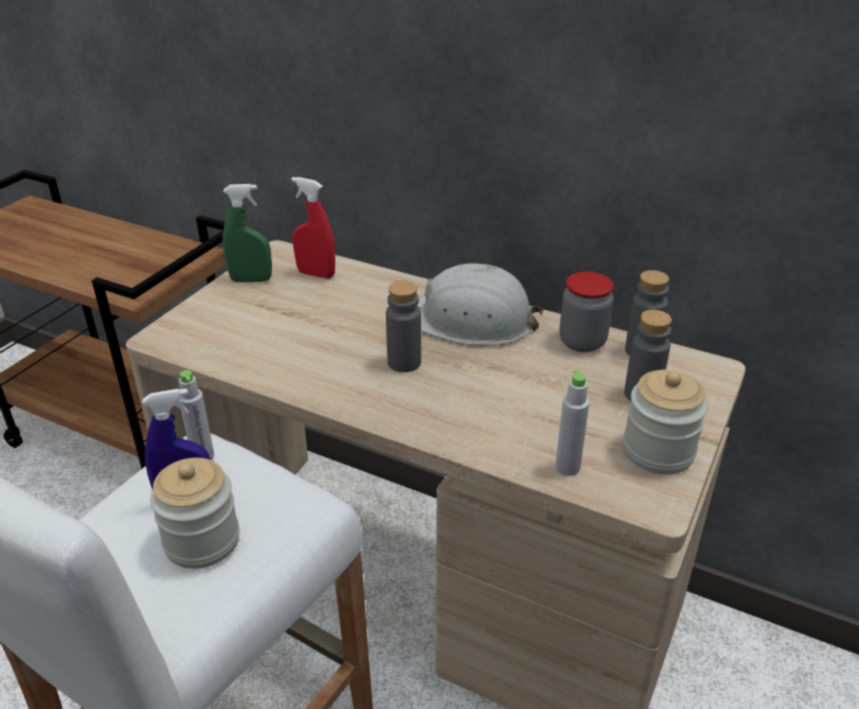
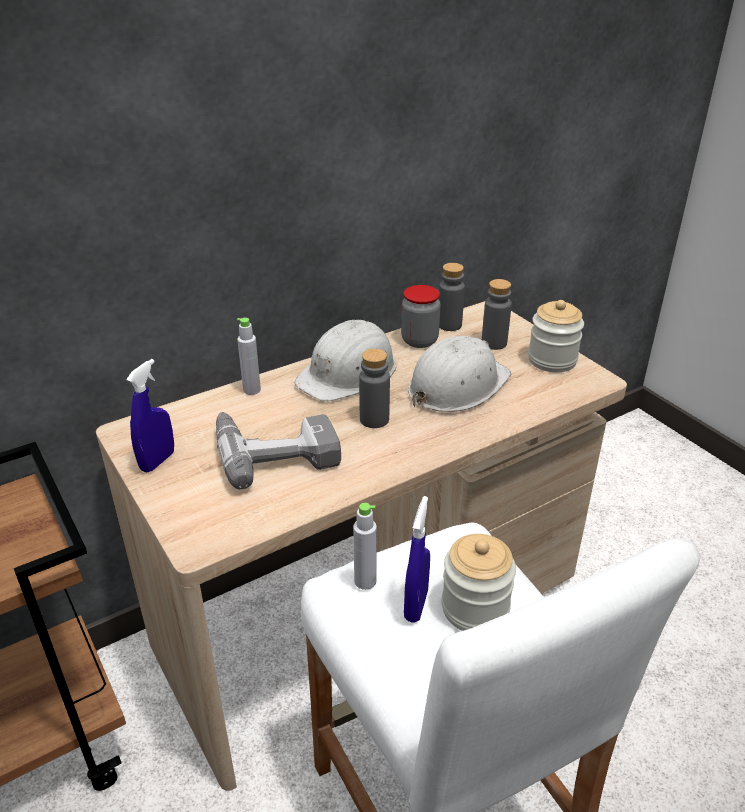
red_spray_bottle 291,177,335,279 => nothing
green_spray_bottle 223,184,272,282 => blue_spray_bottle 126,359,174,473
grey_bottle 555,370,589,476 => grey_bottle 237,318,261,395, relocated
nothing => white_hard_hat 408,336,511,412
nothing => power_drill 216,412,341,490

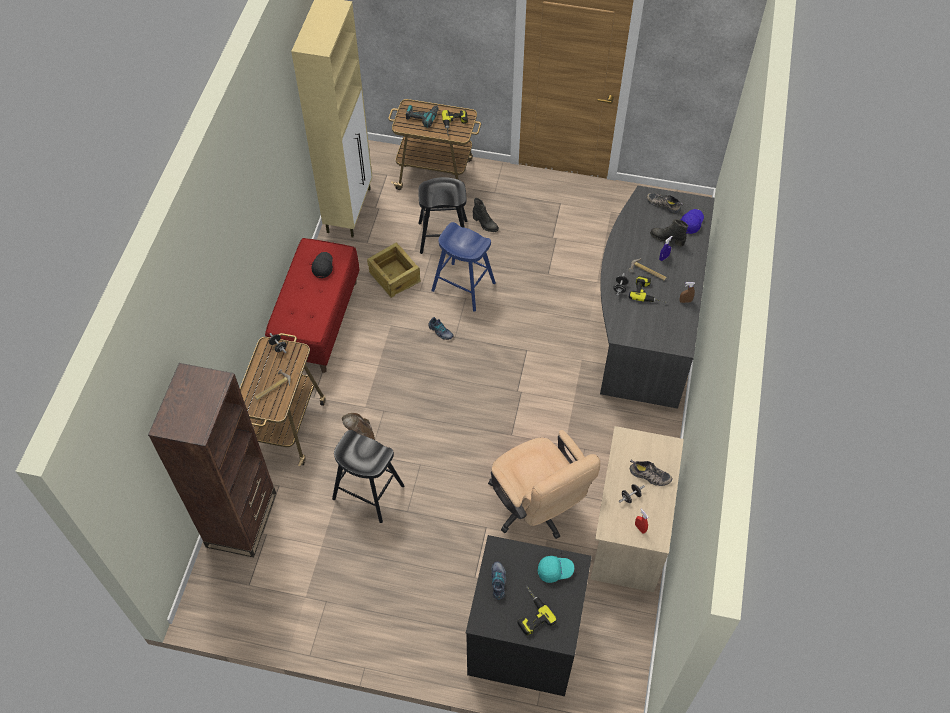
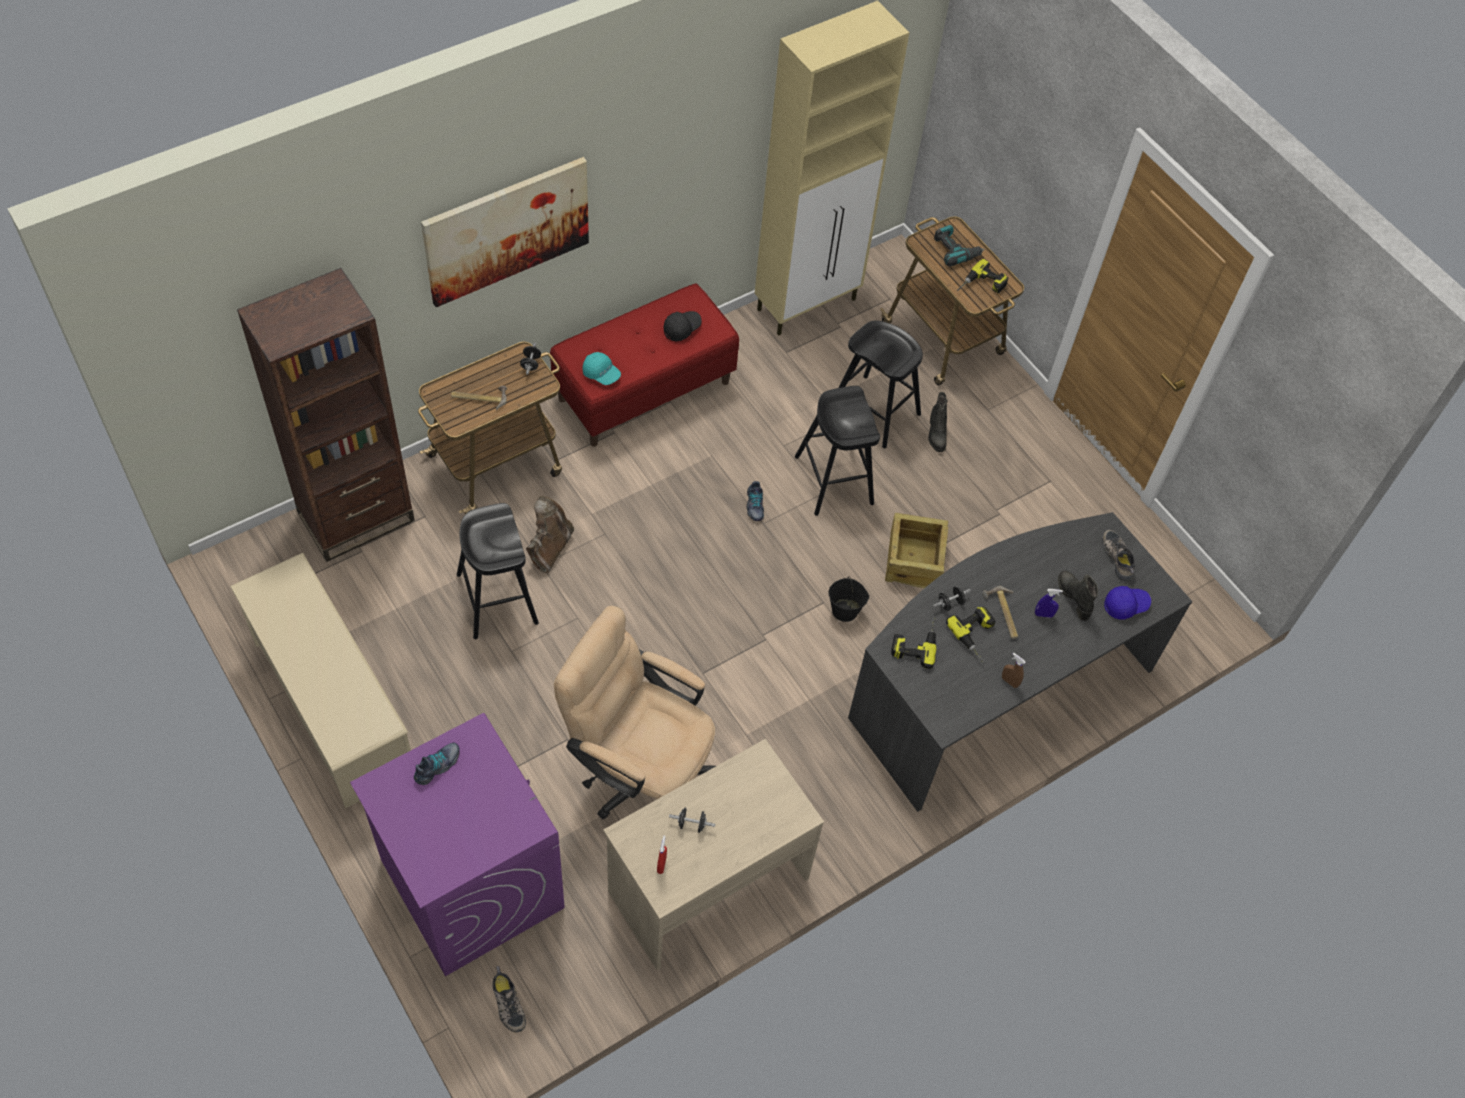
blue_stool 431,222,496,312 => black_stool 795,386,880,516
crate 367,243,421,298 => crate 885,513,948,588, relocated
beige_office_chair 488,430,600,539 => beige_office_chair 554,606,716,819, 105 degrees clockwise
shoe 630,460,672,486 => shoe 492,966,526,1032, relocated
black_washing_machine 466,535,592,696 => purple_washing_machine 350,713,565,976
turquoise_cap 538,556,574,583 => turquoise_cap 583,352,621,385, relocated
power_drill 517,586,557,636 => power_drill 891,616,936,669, relocated
nothing => picture 421,157,589,307
nothing => beige_shoe_rack 230,553,411,808
nothing => black_bucket 828,577,869,622

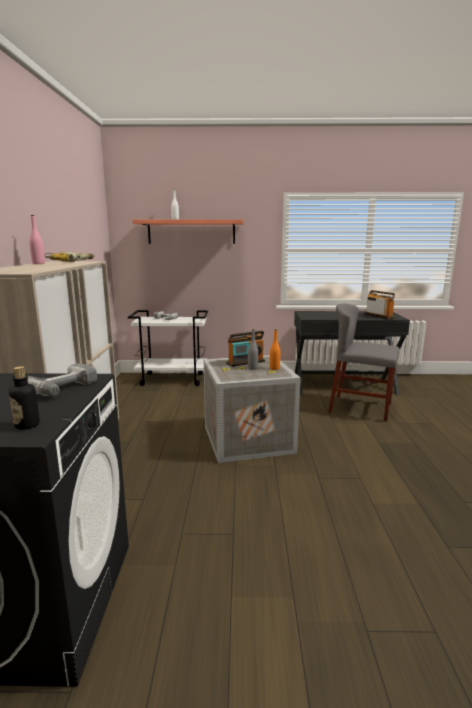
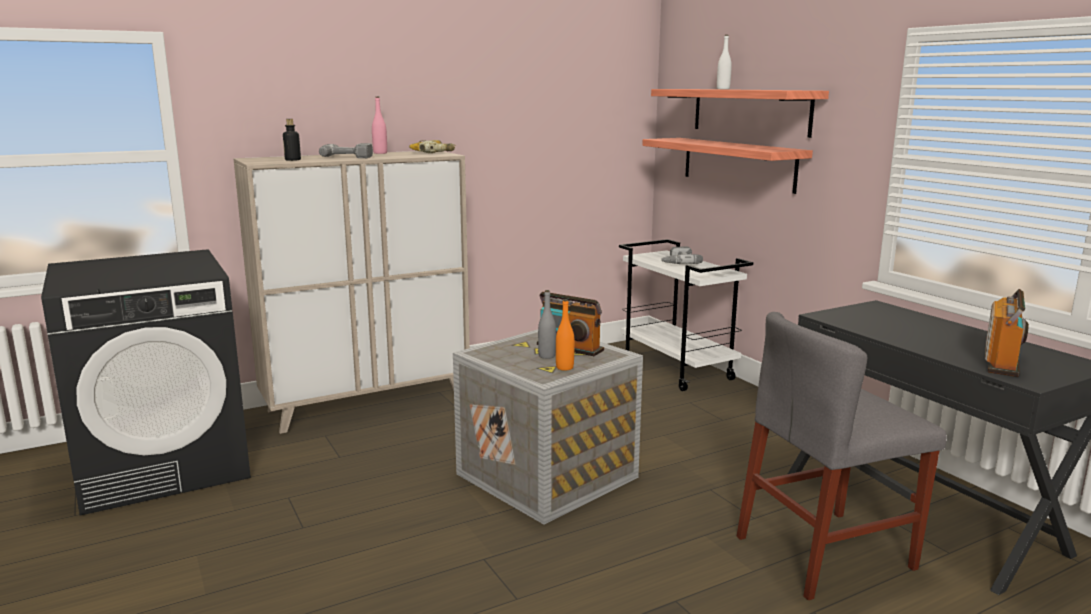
grey_chair 328,304,400,422 => grey_chair 737,312,947,600, 105 degrees counterclockwise
power_drill 27,363,97,397 => power_drill 319,143,373,158, relocated
bottle 9,366,40,430 => bottle 283,119,301,161, relocated
nothing => shelf 642,138,813,194

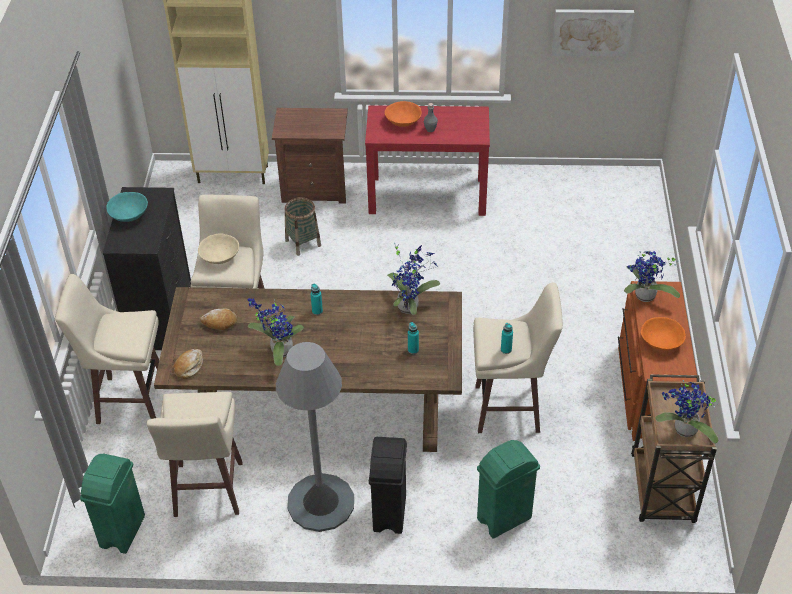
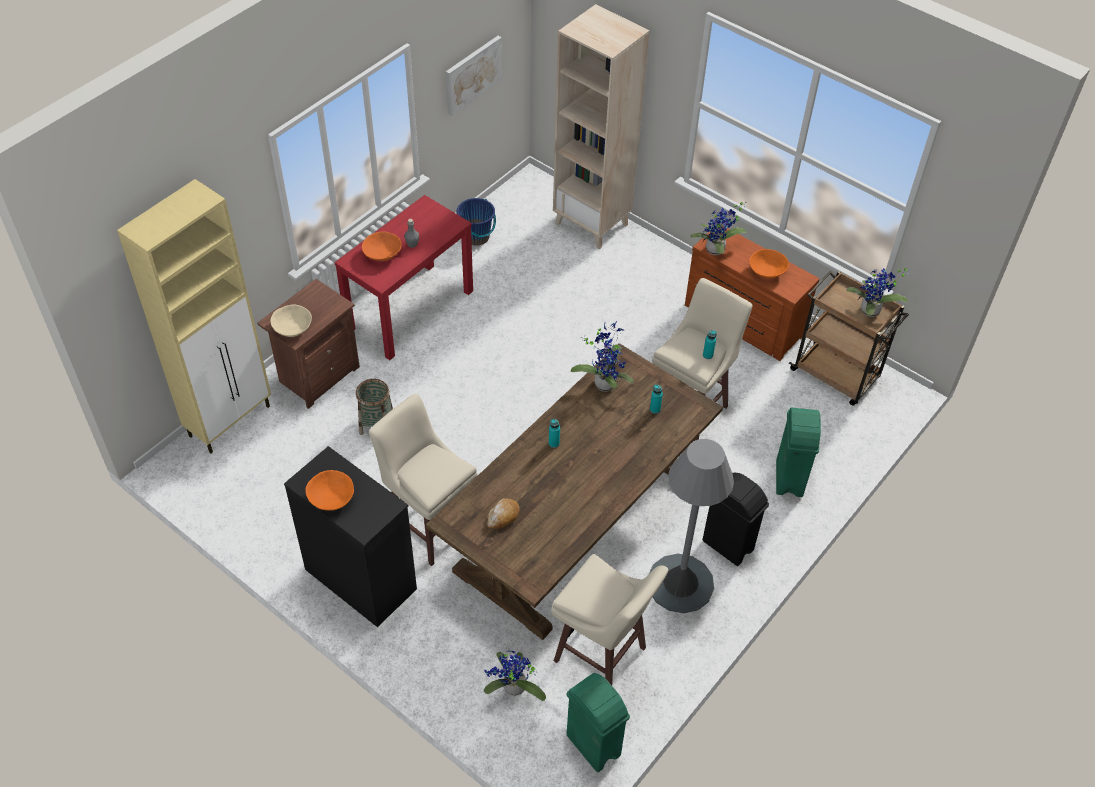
turquoise_bowl 106,192,148,222 => orange_bowl 305,470,354,511
beige_bowl 198,233,239,264 => beige_bowl 271,305,312,337, relocated
beige_stool 55,274,159,424 => nothing
potted_plant 247,298,304,366 => potted_plant 484,650,546,701, relocated
bread 173,349,203,379 => nothing
nothing => beige_bookcase 553,4,650,249
nothing => blue_bucket 456,198,496,246

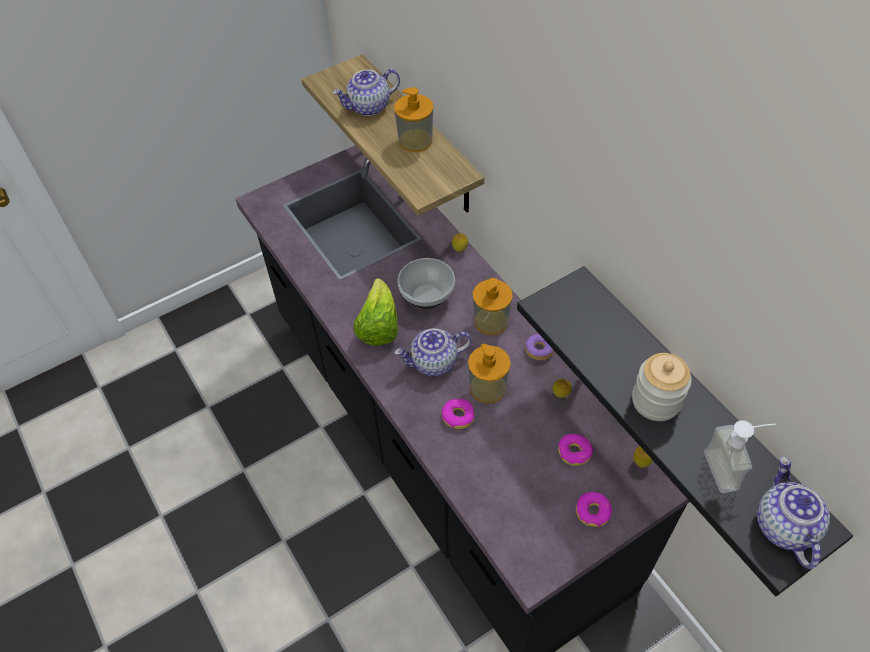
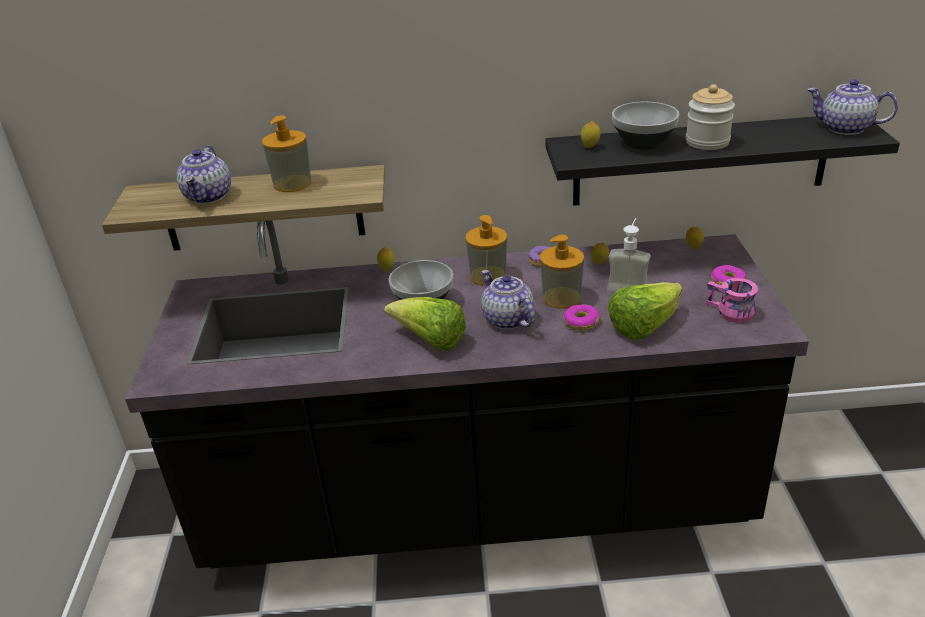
teapot 394,328,472,376 => teapot 481,270,535,330, 135 degrees clockwise
soap_dispenser 704,420,776,493 => soap_dispenser 607,218,651,292, relocated
donut 558,434,593,466 => nothing
nothing => bowl 612,101,679,150
nothing => lemon 581,121,600,148
nothing => pink_mug 706,278,758,323
nothing => lettuce 608,282,682,340

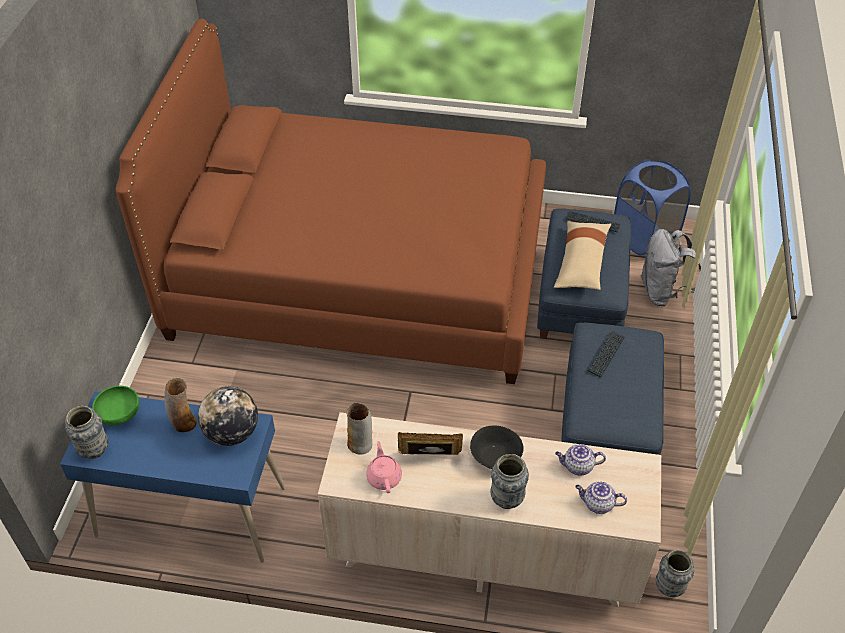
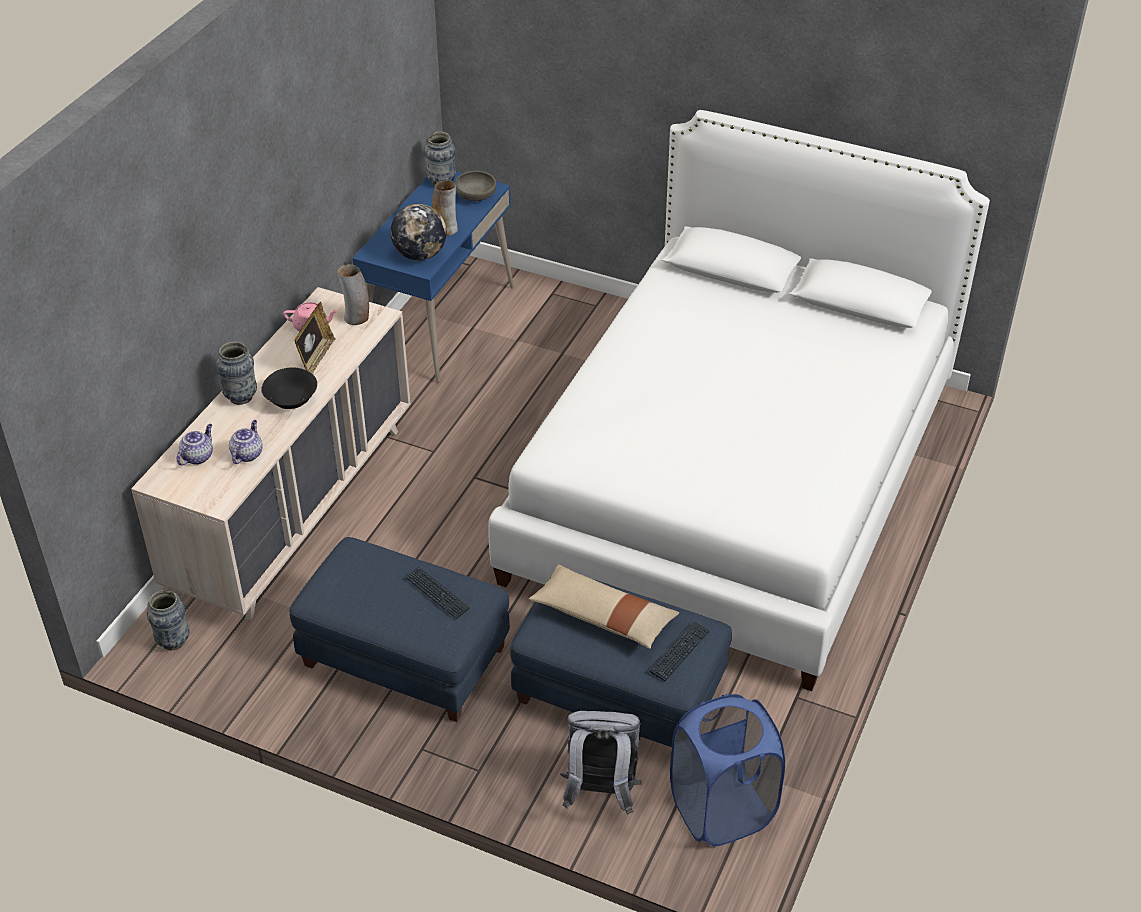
brown_bed 116,19,546,384 => white_bed 488,110,990,691
green_bowl 92,386,139,426 => grey_bowl 455,171,496,201

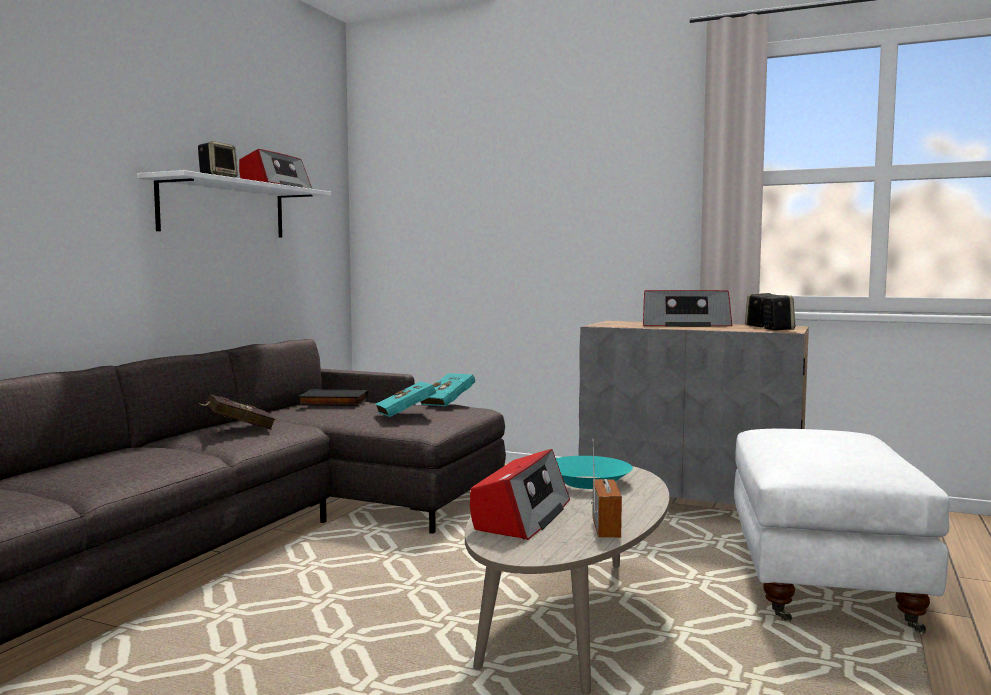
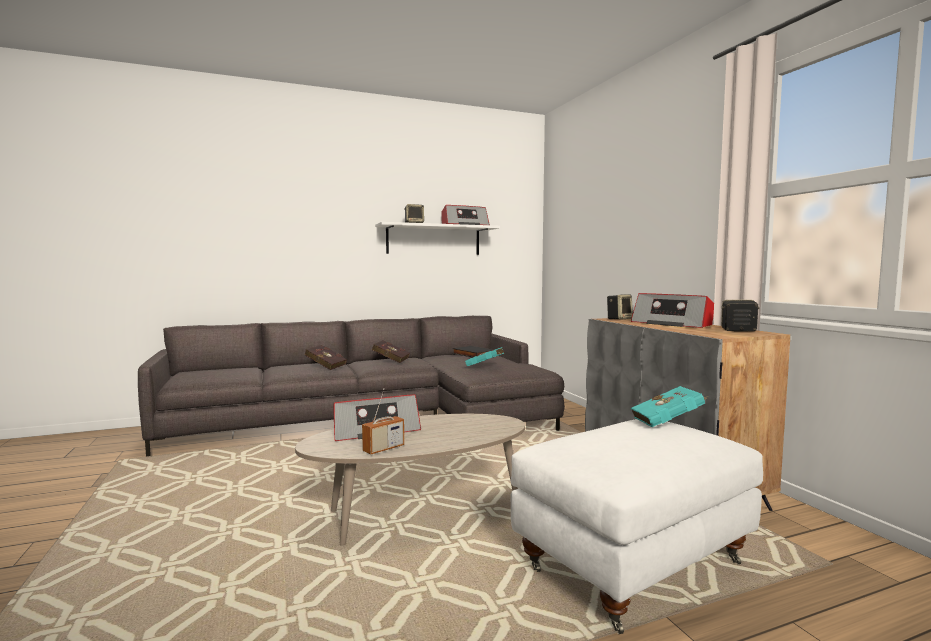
speaker 762,295,795,330 => speaker 607,294,633,320, relocated
turquoise_book 420,373,475,406 => turquoise_book 631,386,707,427, relocated
turquoise_bowl 556,456,633,489 => nothing
nothing => red_book 304,345,347,370

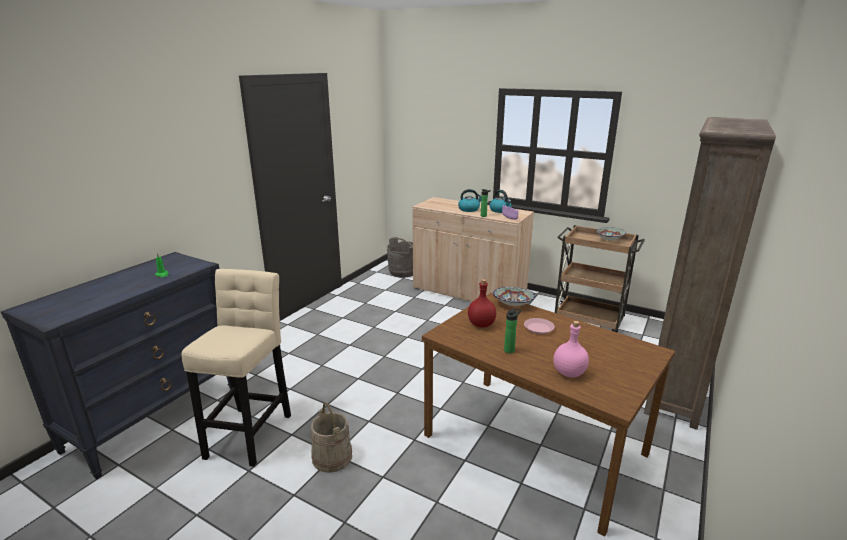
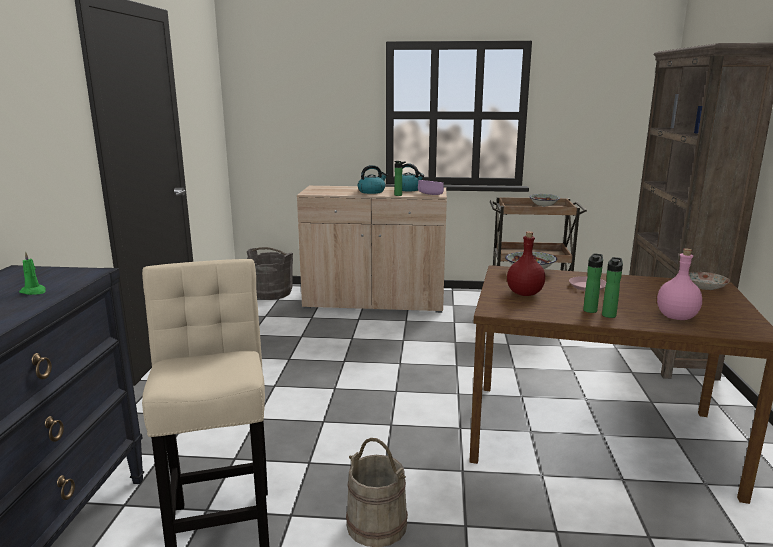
nothing => bottle 602,257,623,318
nothing => plate 689,272,730,290

